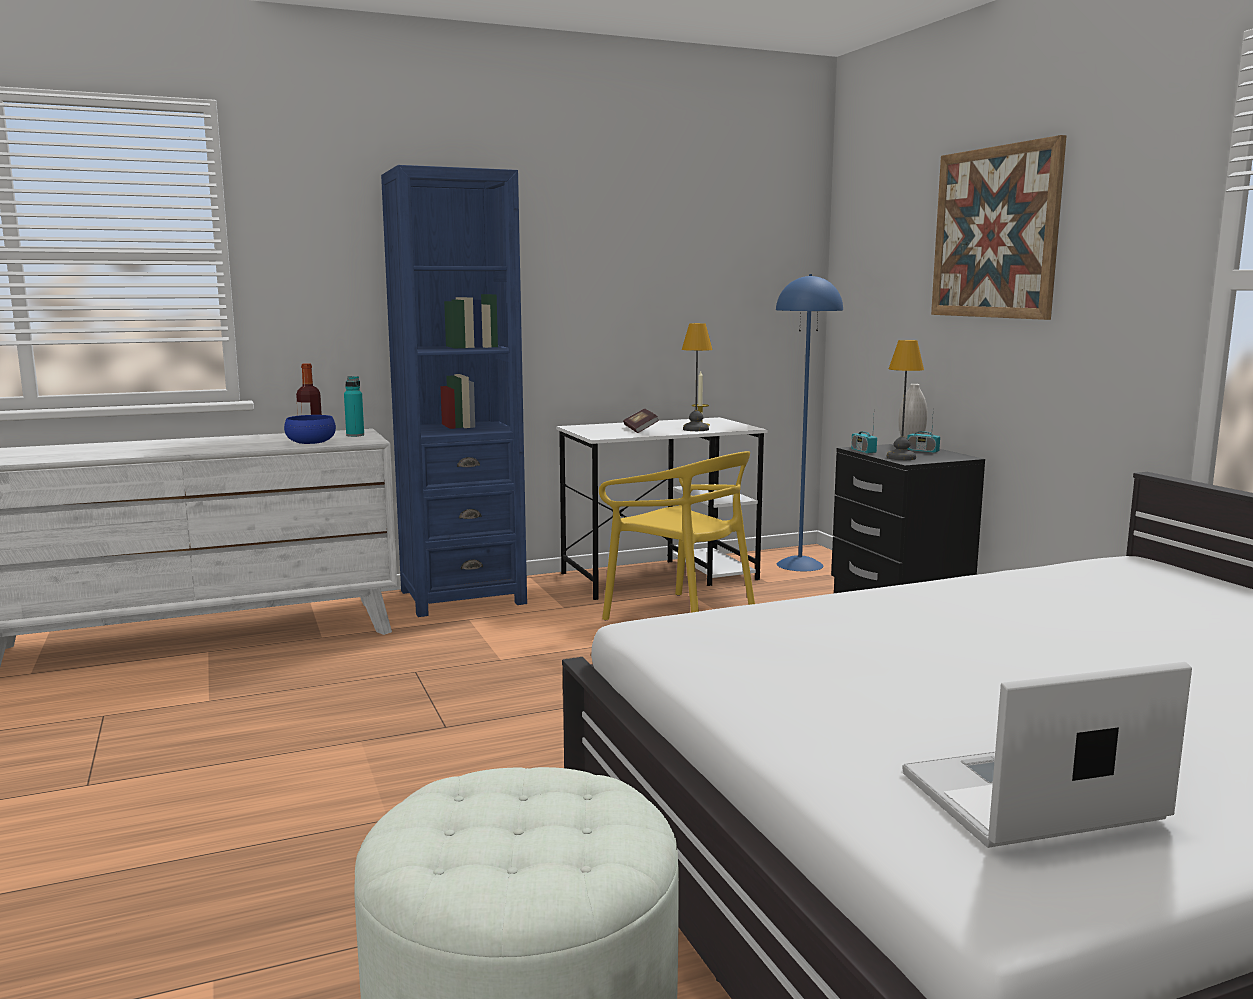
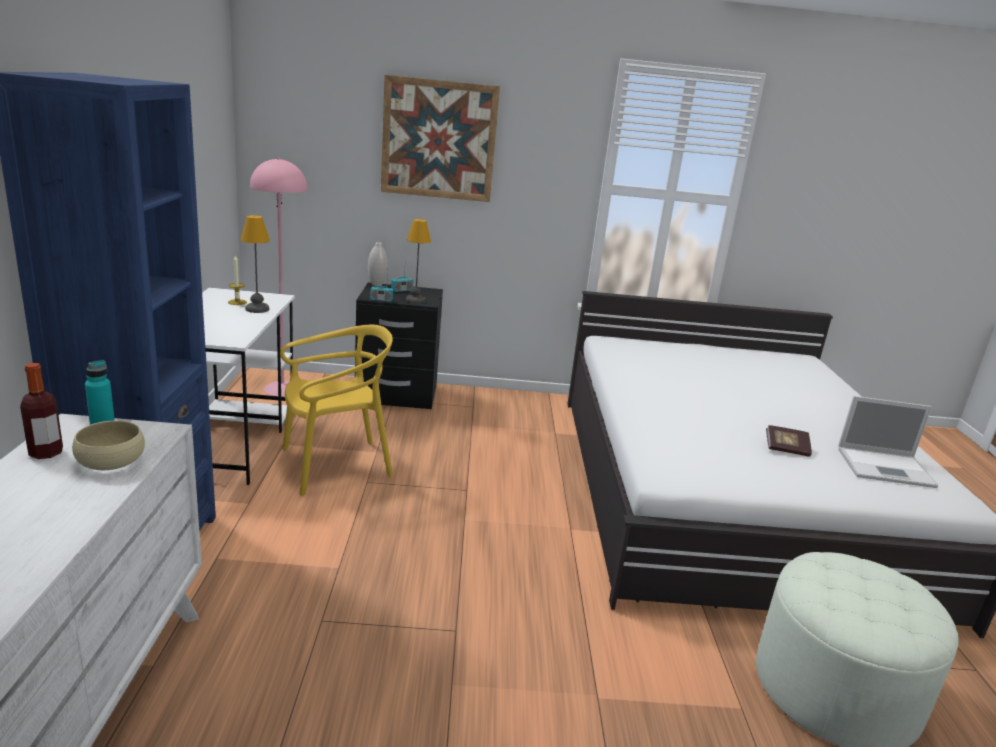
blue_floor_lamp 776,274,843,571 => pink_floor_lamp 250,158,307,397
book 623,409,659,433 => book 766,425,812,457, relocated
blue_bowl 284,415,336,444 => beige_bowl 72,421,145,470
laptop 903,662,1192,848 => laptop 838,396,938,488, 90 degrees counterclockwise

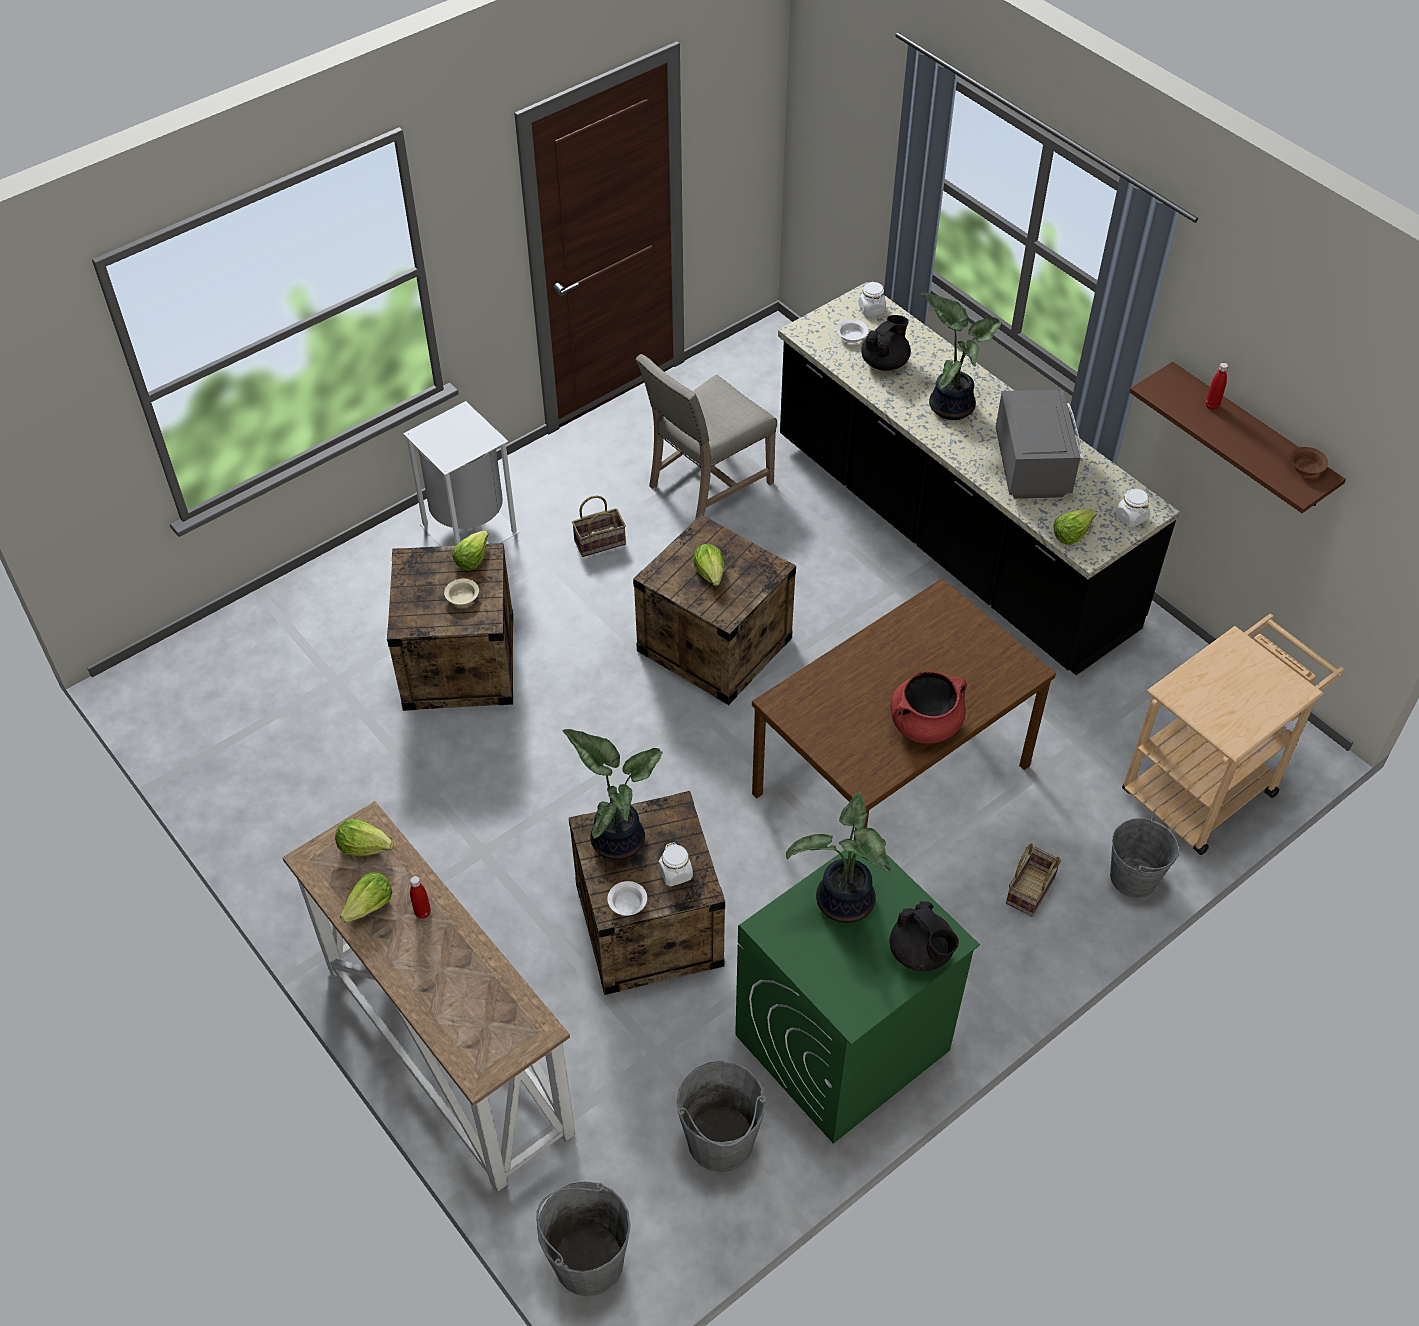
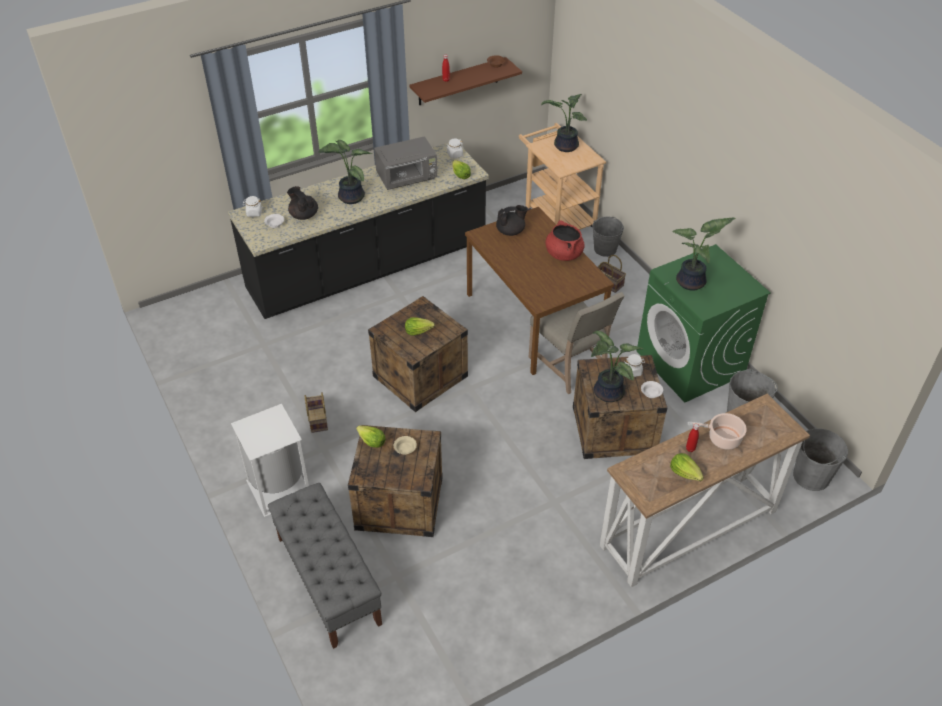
beige_chair 635,354,777,519 => beige_chair 529,292,624,394, relocated
grey_microwave 996,390,1083,499 => grey_microwave 374,136,437,190, 150 degrees clockwise
lettuce 335,819,394,856 => nothing
black_teapot 890,901,959,972 => black_teapot 496,205,527,236, relocated
nothing => potted_plant 541,94,587,152
nothing => cooking_pot 688,413,747,450
nothing => grey_bench 268,483,382,649

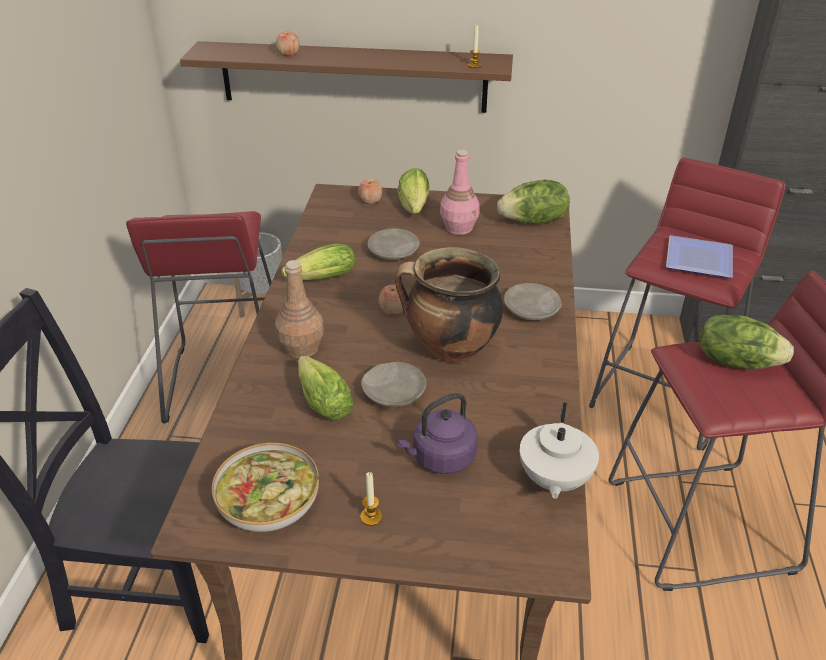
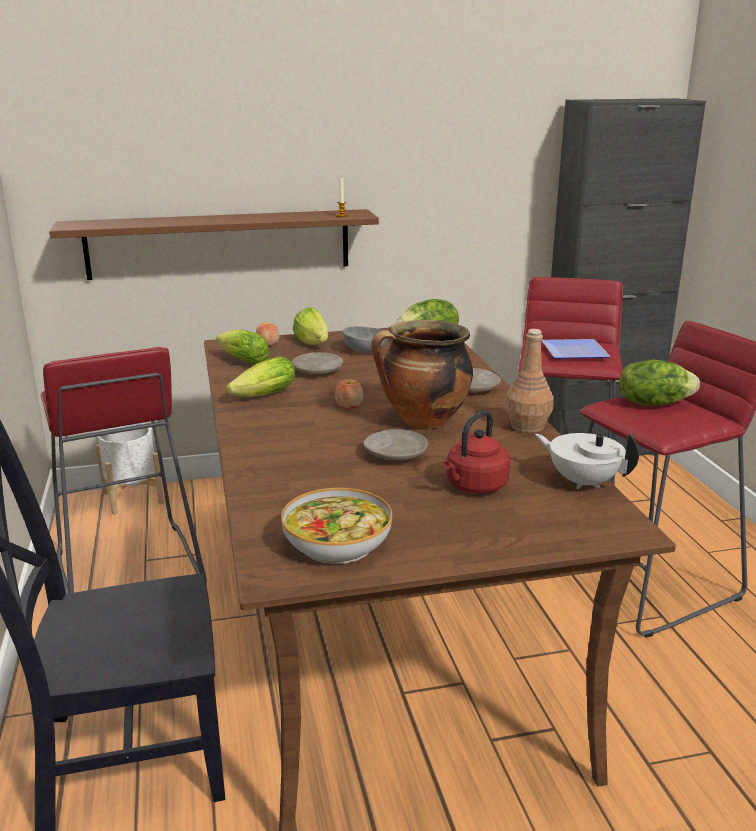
apple 276,31,300,56 => nothing
pink_bottle 440,149,480,235 => grey_bowl 342,326,389,353
brown_bottle 275,260,324,359 => brown_bottle 505,329,554,433, relocated
lettuce 298,355,354,420 => lettuce 216,330,270,364, relocated
purple_kettle 397,393,478,474 => red_kettle 443,410,510,494
white_teapot 520,402,599,499 => white_teapot 535,433,639,489, 135 degrees clockwise
candle 360,472,382,526 => nothing

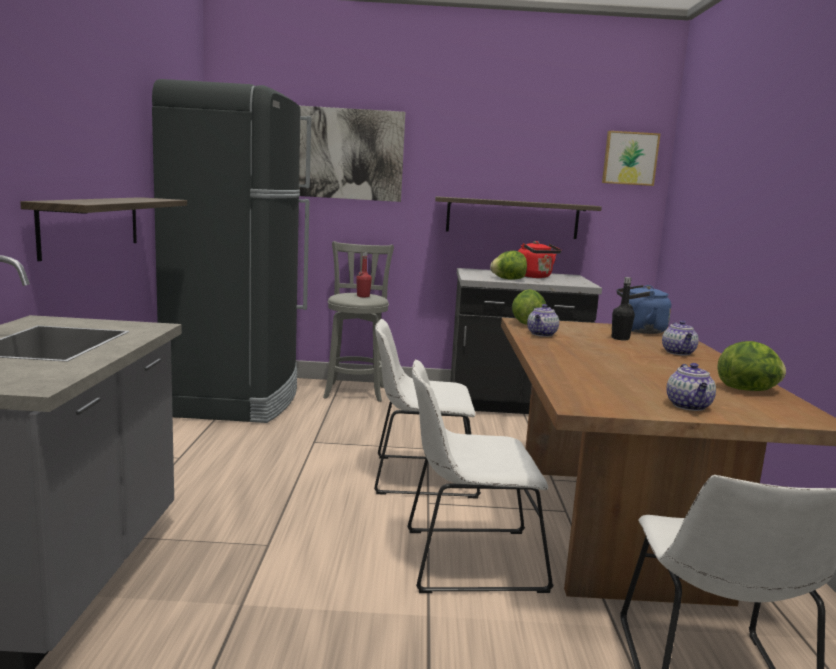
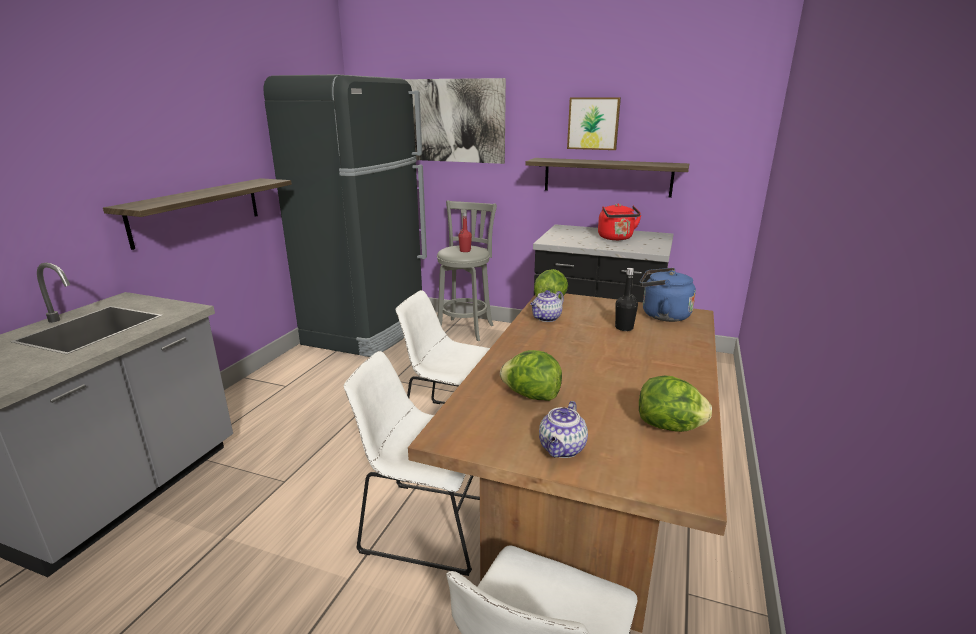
picture 602,131,660,186 => picture 567,97,621,150, relocated
lettuce 490,251,527,280 => lettuce 500,350,562,401, relocated
teapot 662,320,699,356 => nothing

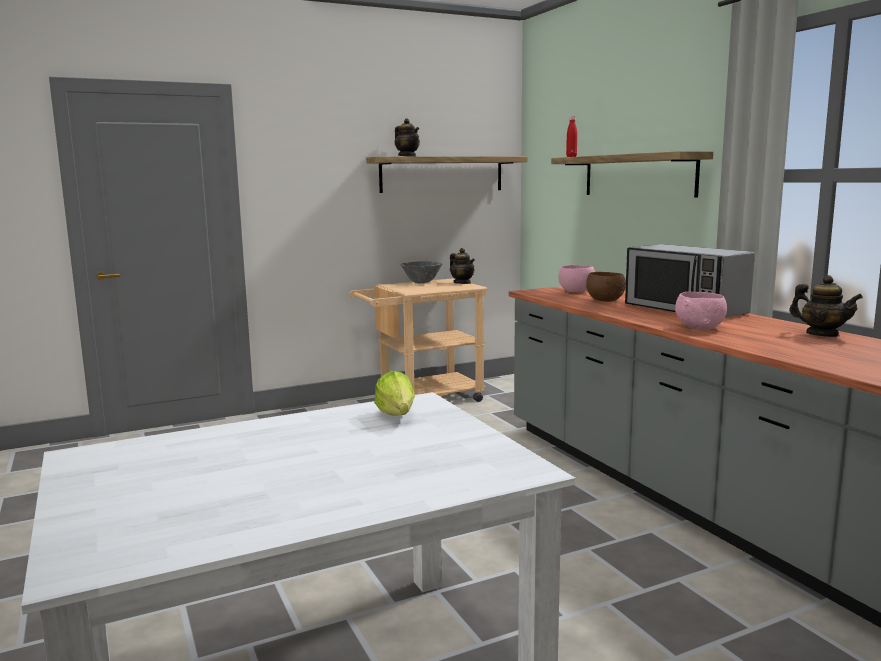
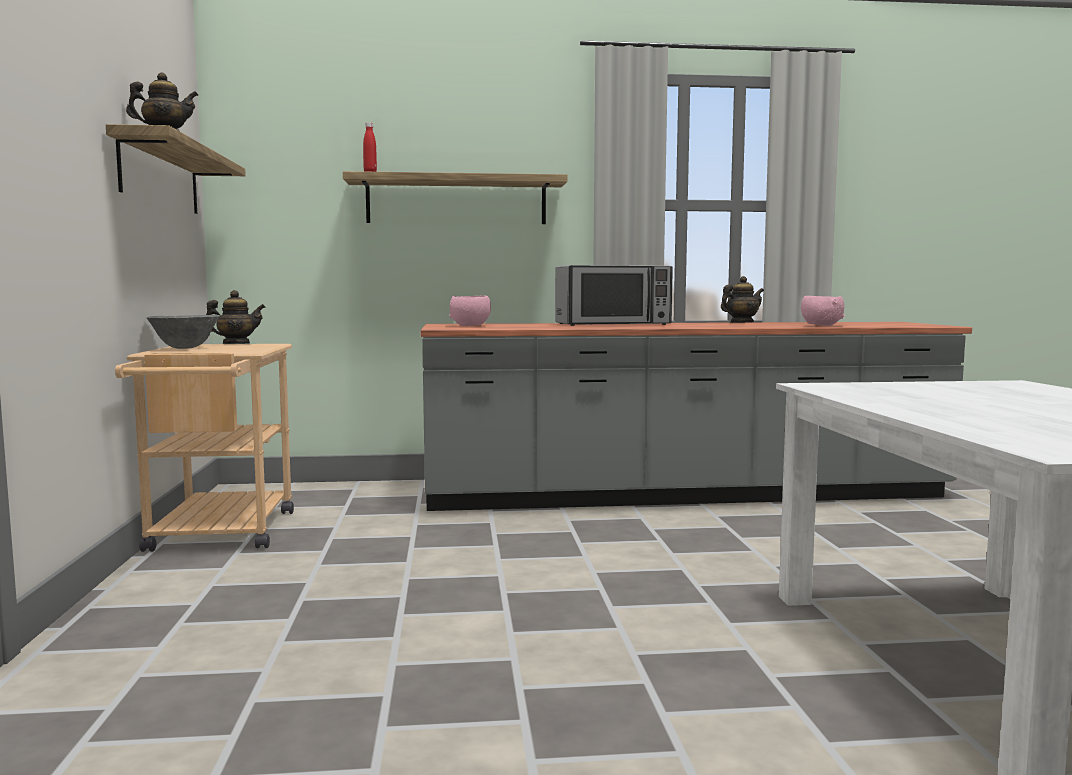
brown_bowl 586,272,626,302 => nothing
pink_bowl 675,292,727,330 => pink_bowl 801,296,845,326, relocated
lettuce 374,371,415,416 => nothing

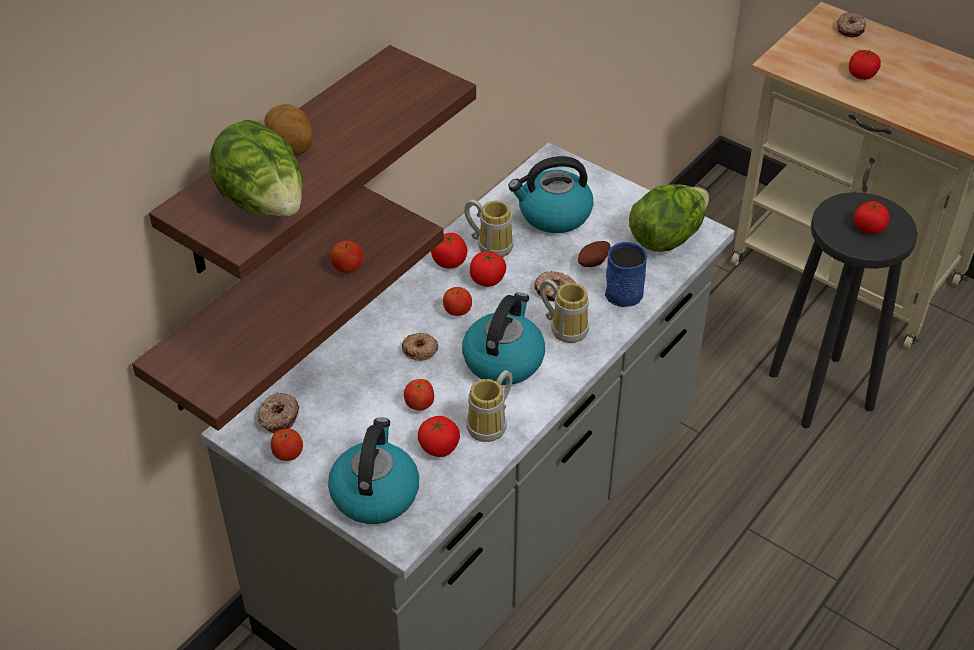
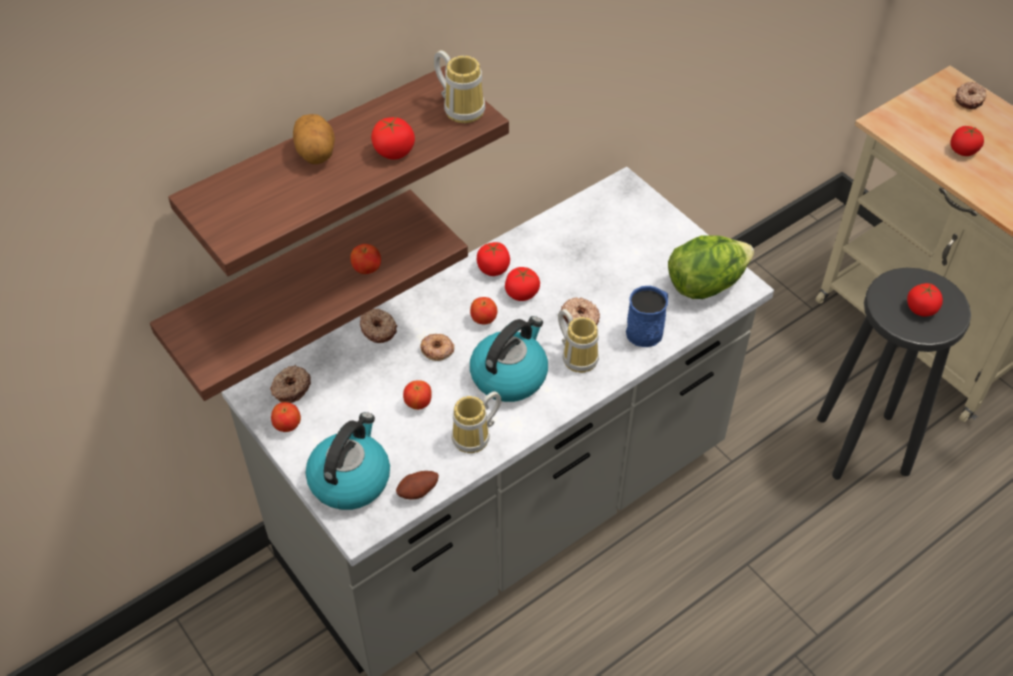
lettuce 209,120,303,216 => nothing
kettle 508,156,594,233 => nothing
mug 464,200,514,257 => mug 434,50,485,123, relocated
potato 578,241,610,267 => potato 396,471,439,500, relocated
tomato 418,416,460,457 => tomato 371,117,415,160, relocated
nothing => donut 360,309,397,343

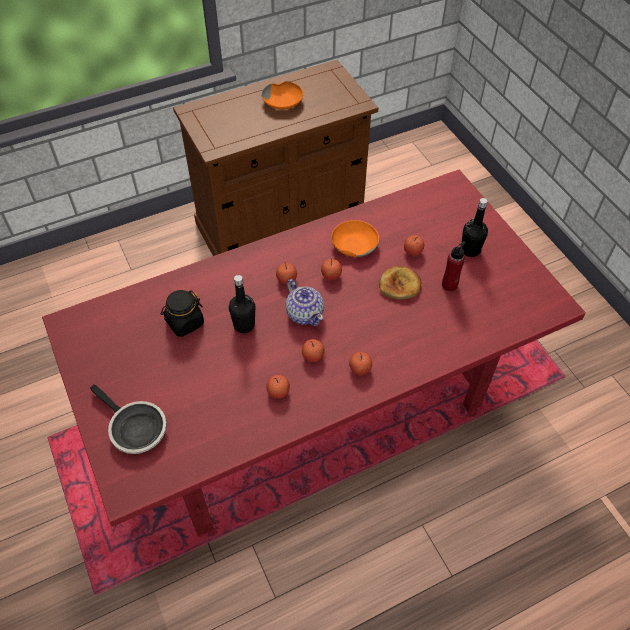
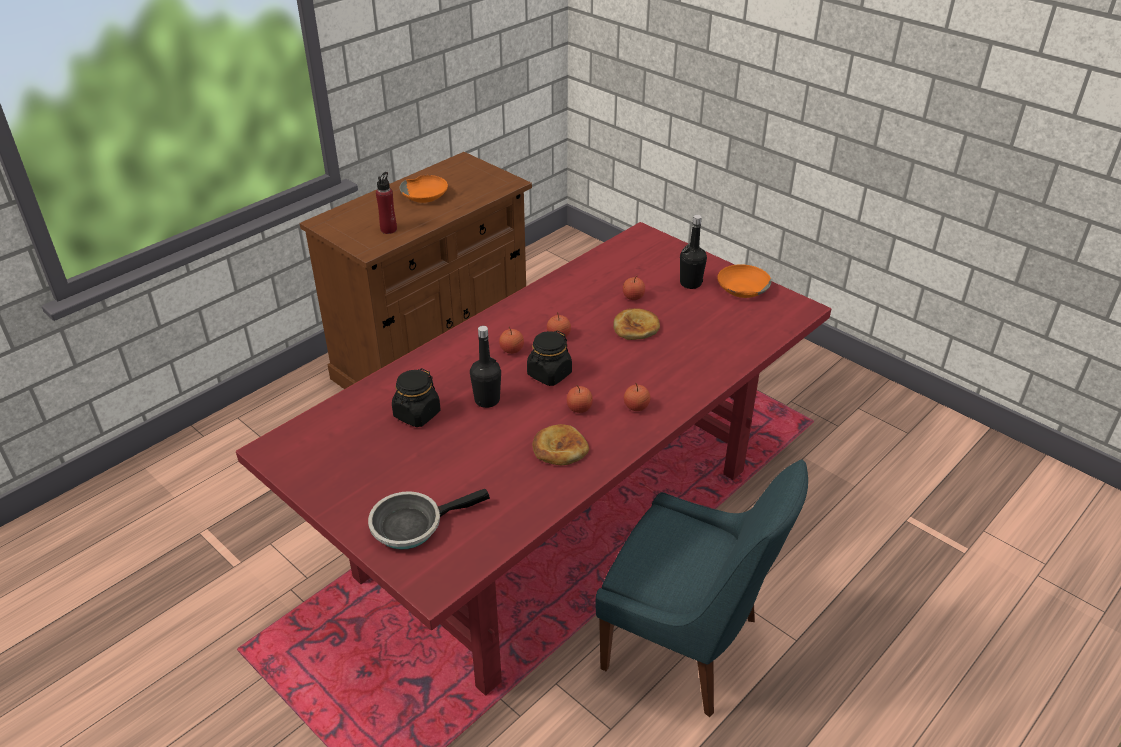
orange_bowl 331,220,379,257 => orange_bowl 717,264,772,298, relocated
red_bottle 442,241,466,291 => red_bottle 376,172,397,234, relocated
teapot 286,279,324,326 => black_jar 527,331,572,386
apple 266,375,290,399 => bread 532,424,589,465
frying_pan 90,385,167,454 => frying_pan 368,489,490,550, 135 degrees clockwise
nothing => blue_chair 596,459,808,717

